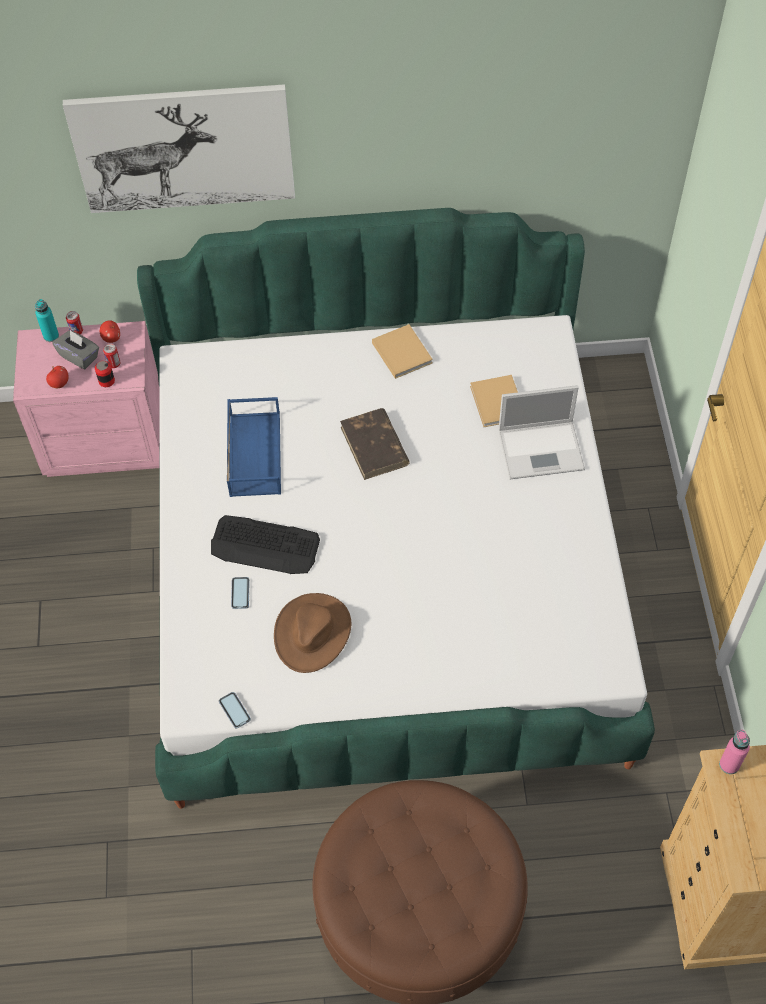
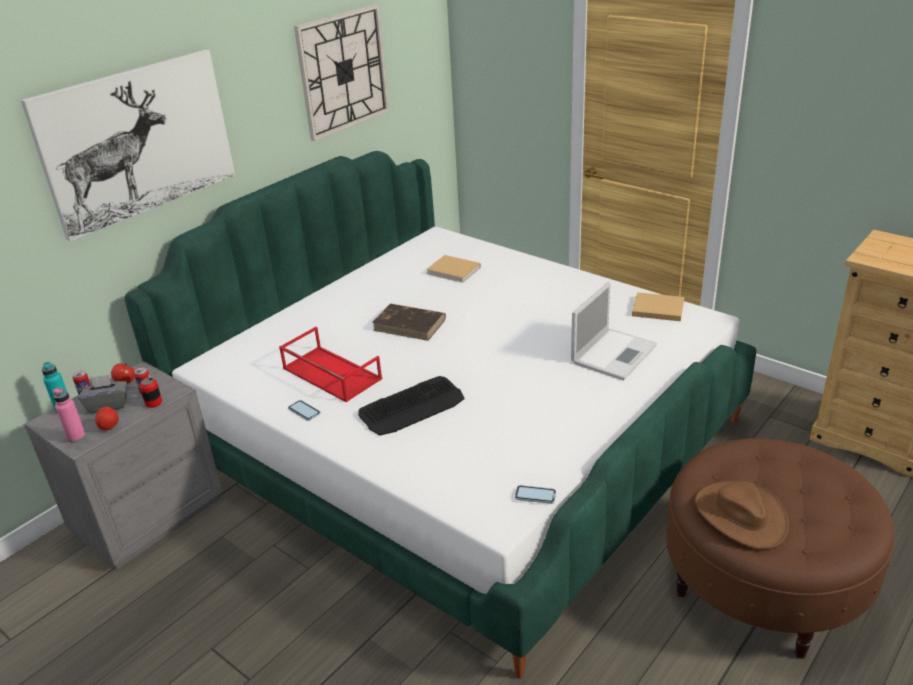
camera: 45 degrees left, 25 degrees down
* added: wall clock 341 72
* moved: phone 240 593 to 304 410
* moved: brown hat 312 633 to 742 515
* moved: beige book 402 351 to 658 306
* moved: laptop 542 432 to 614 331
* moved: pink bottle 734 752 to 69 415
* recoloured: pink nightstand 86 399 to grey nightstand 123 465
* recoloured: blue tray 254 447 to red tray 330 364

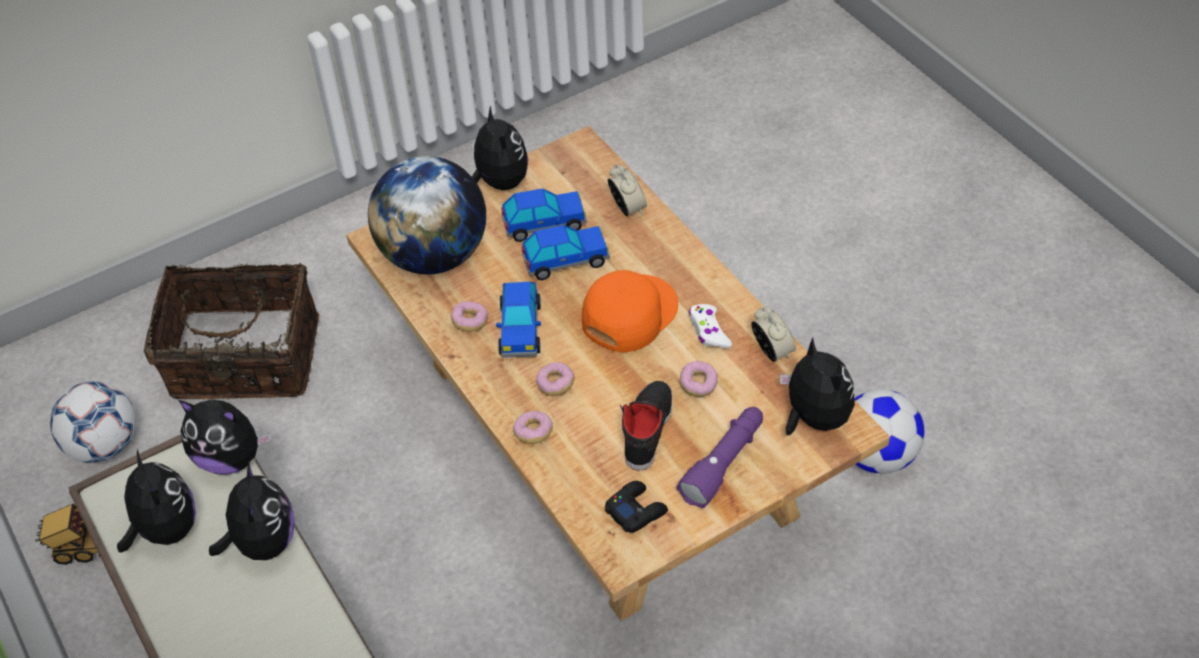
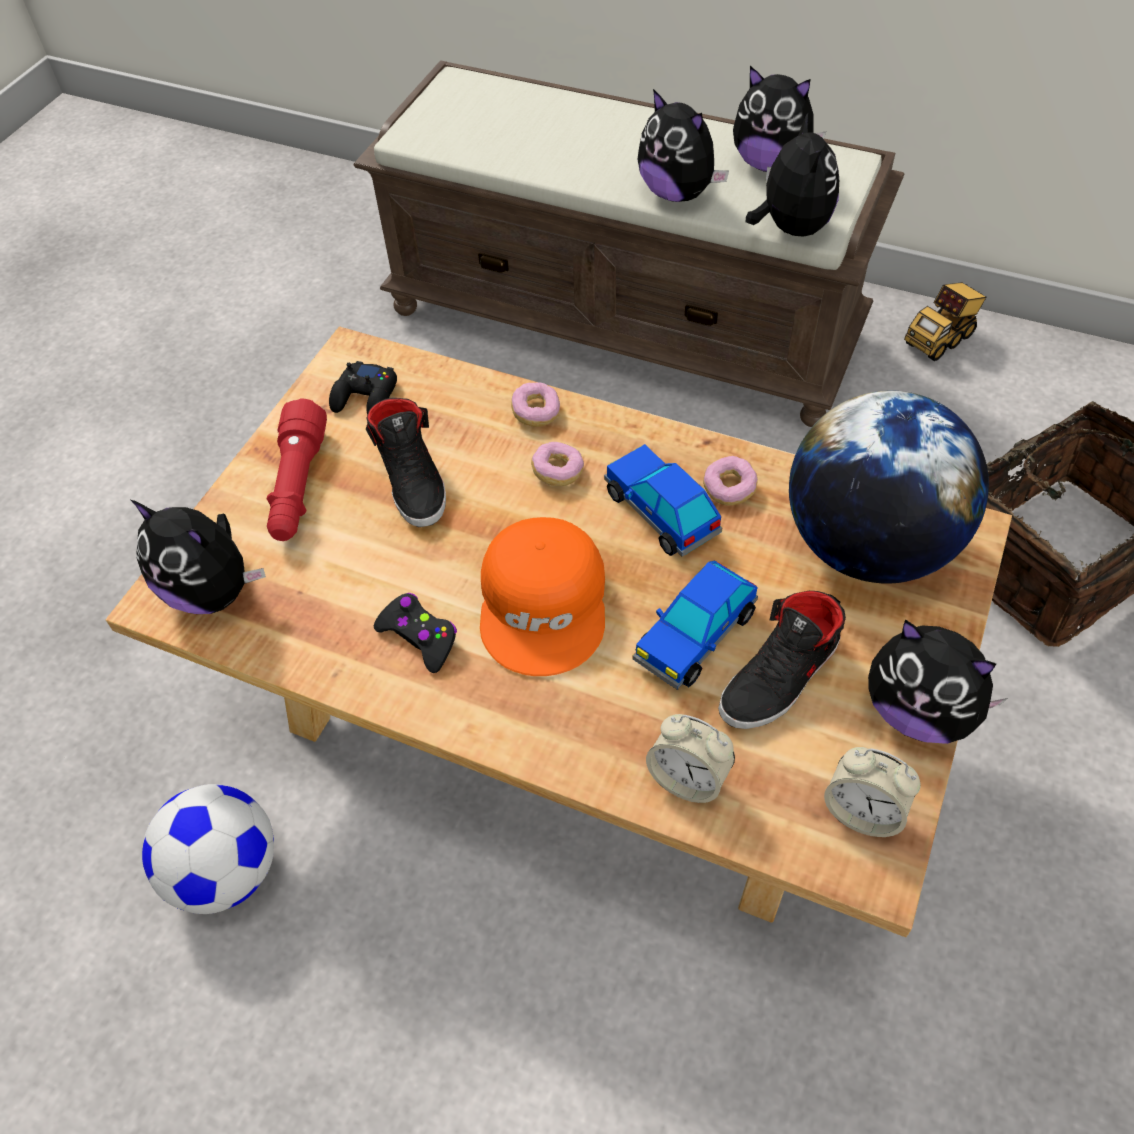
camera: 145 degrees right, 5 degrees up
* removed: football 93 422
* removed: donut 699 379
* moved: alarm clock 773 334 to 872 792
* replaced: toy car 544 215 to black shoe 782 660
* recoloured: purple flashlight 720 457 to red flashlight 297 469
* recoloured: white game controller 710 326 to black game controller 415 633
* turned: plush toy 225 437 = 792 175 105 degrees clockwise

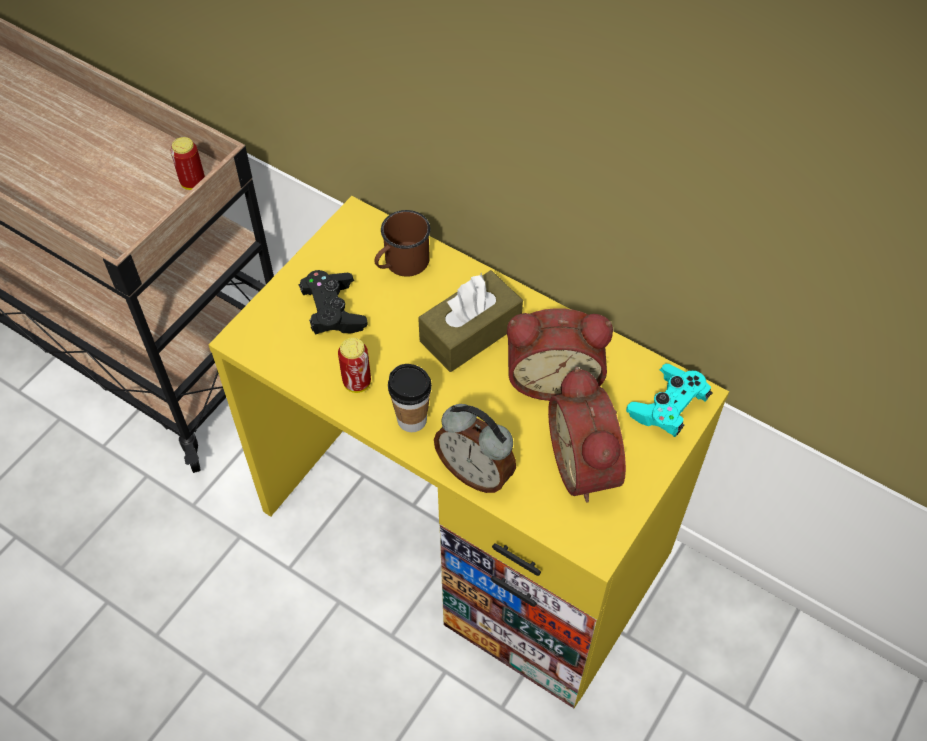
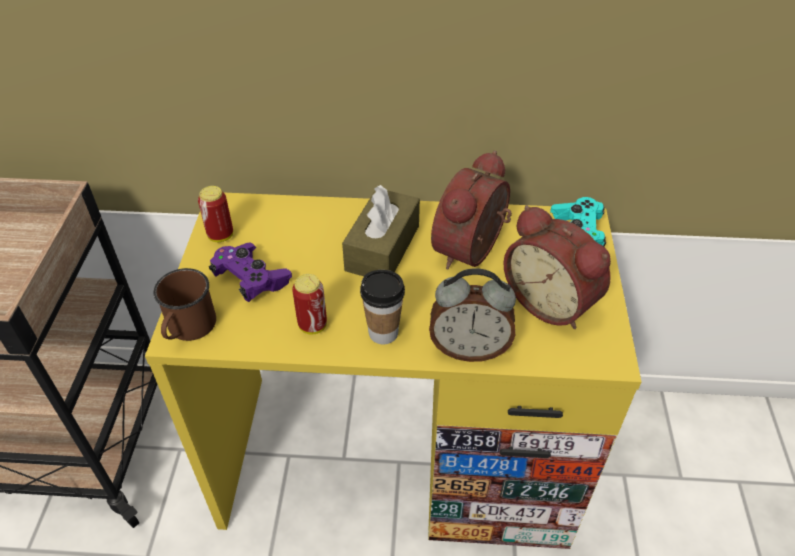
camera: 30 degrees left, 10 degrees down
* moved: can 187 163 to 215 214
* moved: brown mug 402 243 to 184 304
* recoloured: black game controller 333 302 to purple game controller 250 272
* turned: alarm clock 560 354 = 471 209 150 degrees clockwise

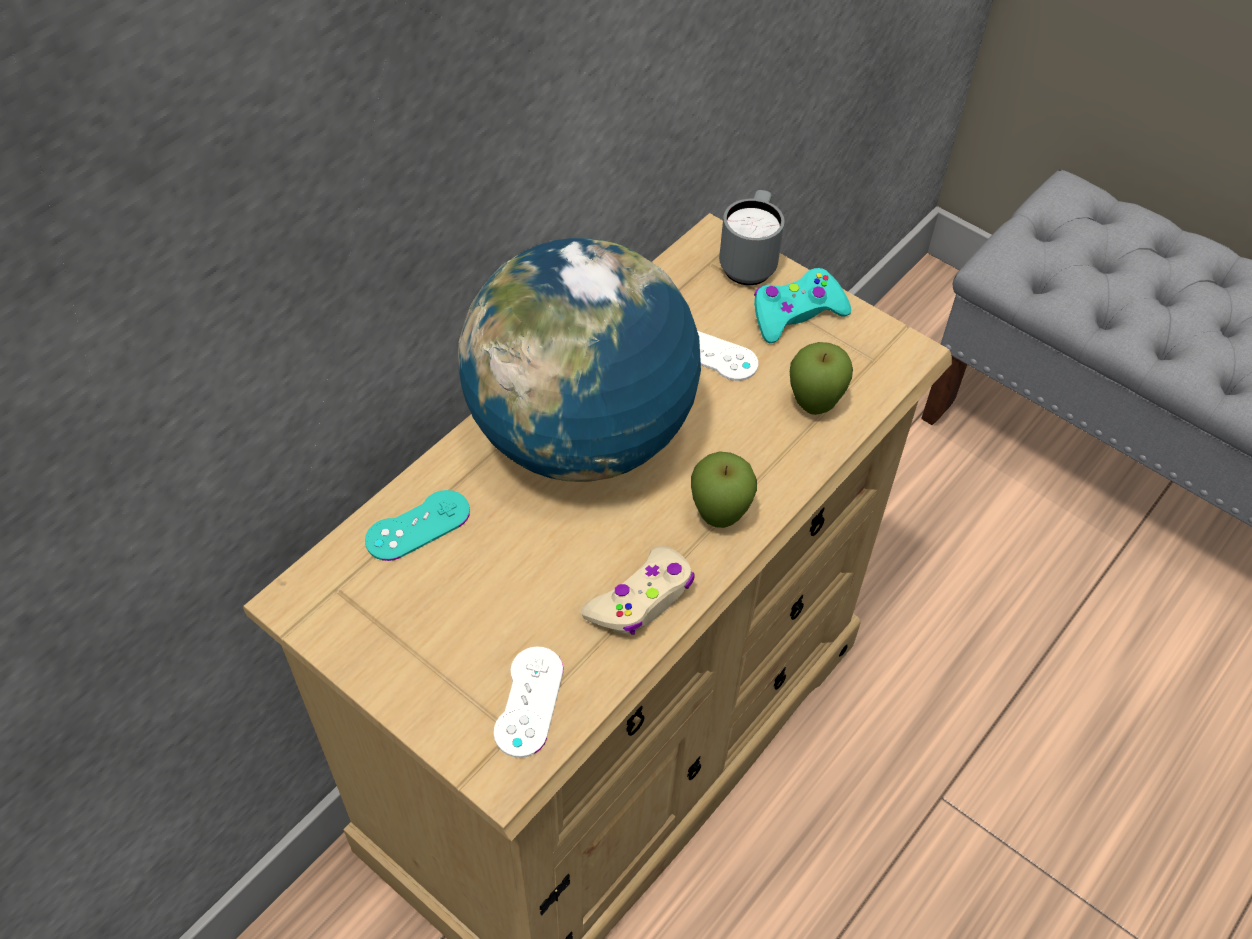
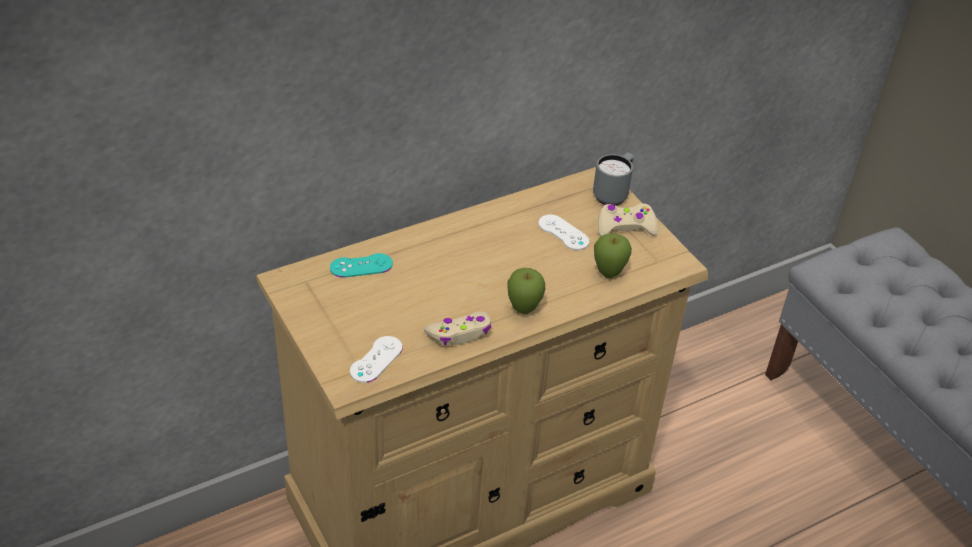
camera: 20 degrees right, 10 degrees down
* removed: globe 579 359
* recoloured: turquoise game controller 802 305 to beige game controller 628 219

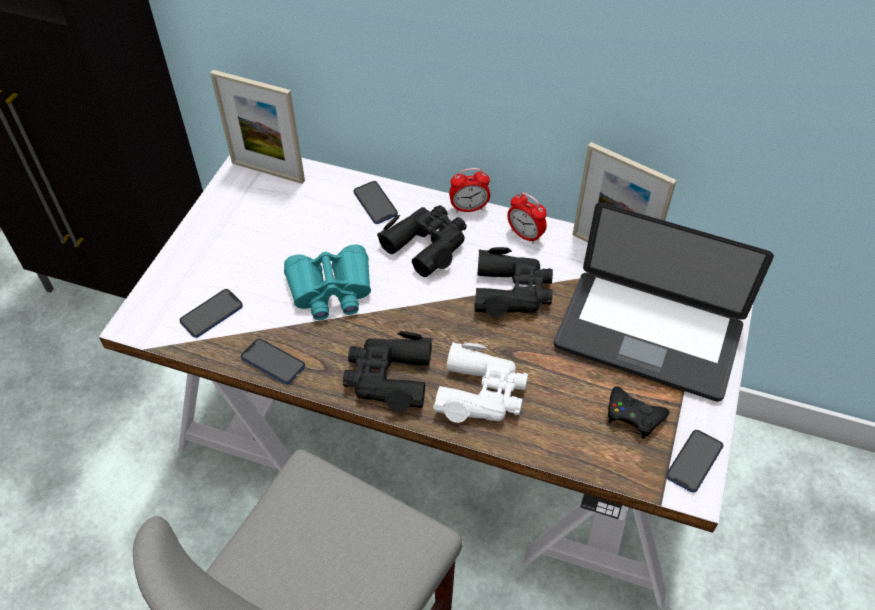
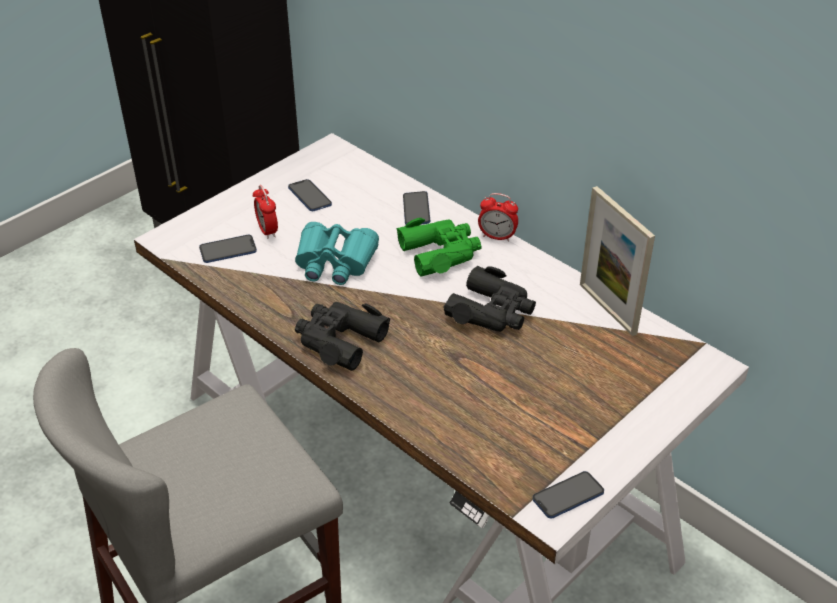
camera: 25 degrees right, 10 degrees down
* removed: picture frame 257 127
* removed: white binoculars 480 382
* removed: laptop 664 302
* removed: black game controller 638 412
* moved: phone 273 361 to 310 195
* moved: alarm clock 527 218 to 265 212
* recoloured: black binoculars 422 241 to green binoculars 439 247

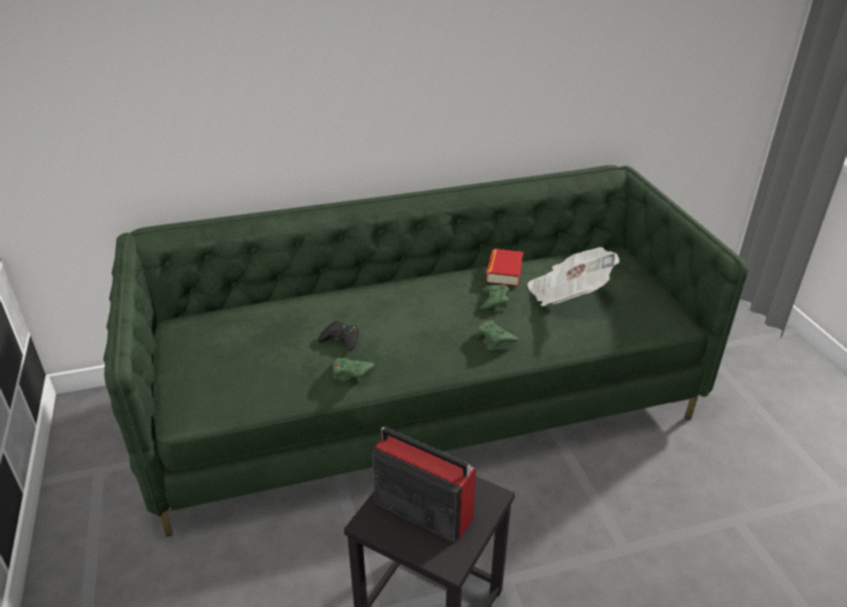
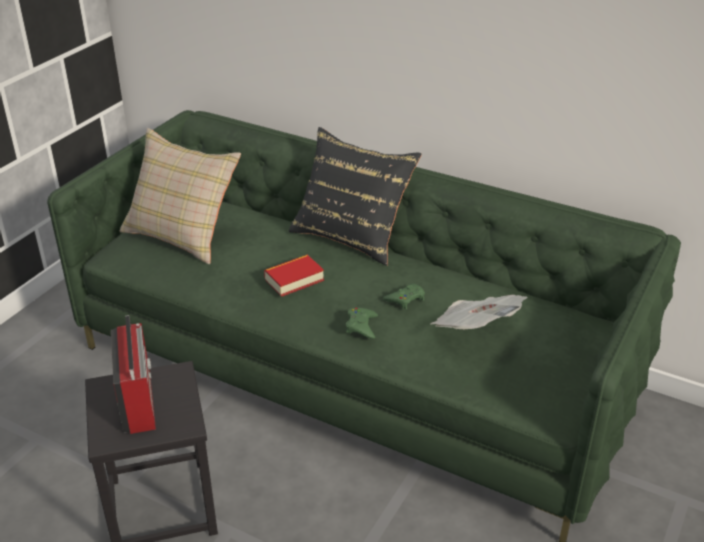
camera: 45 degrees right, 0 degrees up
* removed: black game controller 338 336
* removed: green game controller 354 370
* added: beige pillow 180 196
* added: black pillow 355 196
* moved: book 504 267 to 294 276

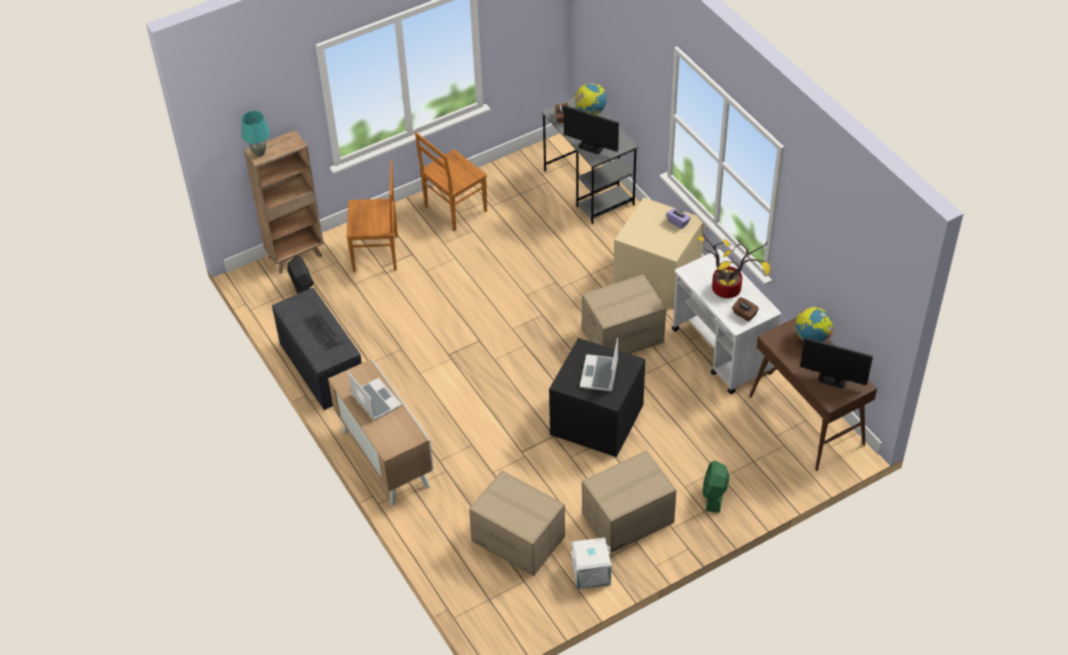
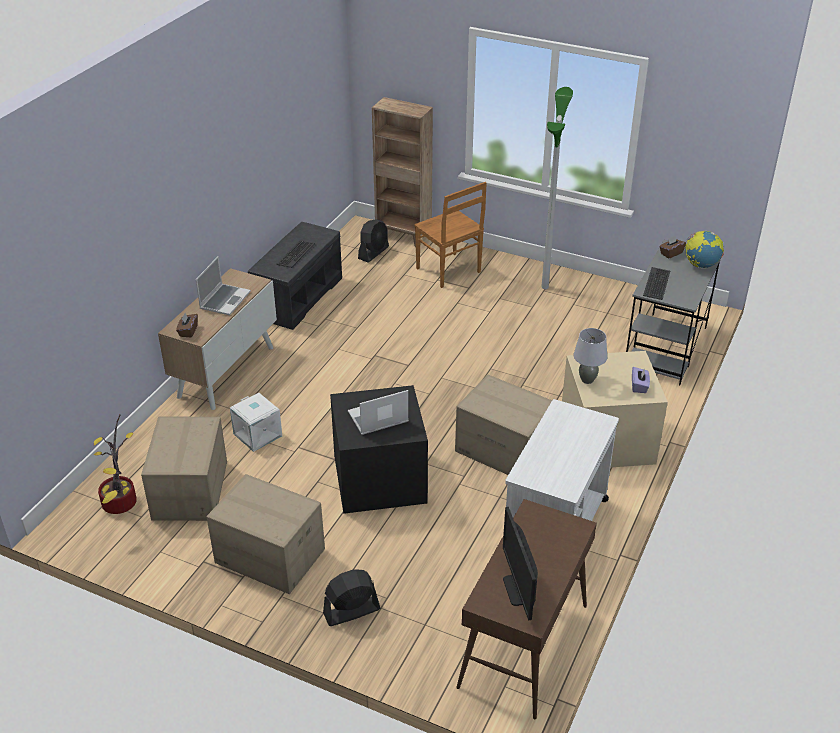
camera: 55 degrees right, 10 degrees down
* removed: turquoise table lamp 255 134
* removed: globe 814 324
* added: grey table lamp 590 356
* moved: white storage box 591 563 to 256 422
* moved: potted plant 734 260 to 115 464
* moved: brown tissue box 745 309 to 187 325
* replaced: brown chair 451 181 to floor lamp 557 188
* replaced: monitor 591 130 to keyboard 656 283
* recoloured: green fan 715 486 to black fan 351 597

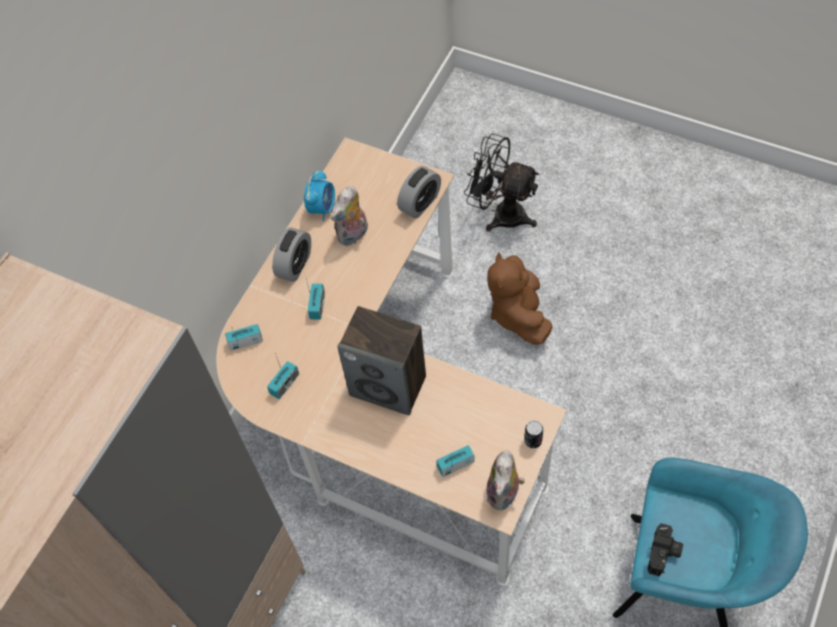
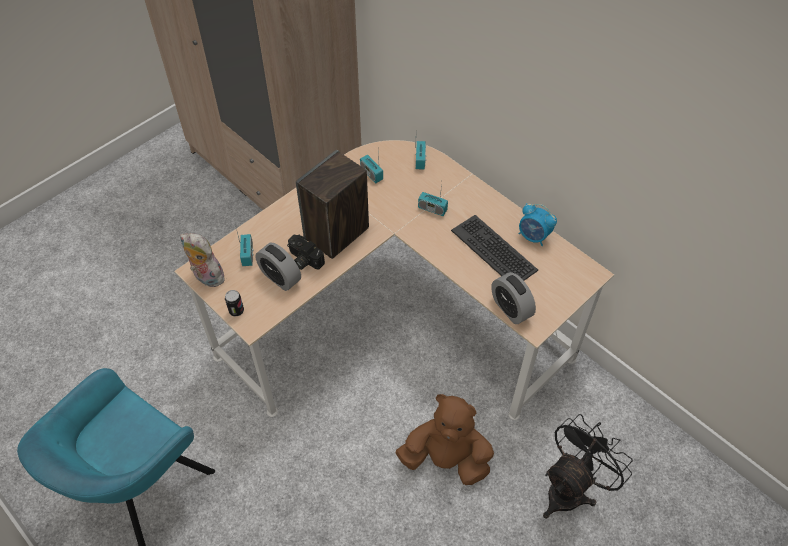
camera: 105 degrees right, 5 degrees down
* moved: alarm clock 291 255 to 278 267
* moved: photo camera 665 549 to 306 252
* replaced: plush toy 349 216 to keyboard 494 247

